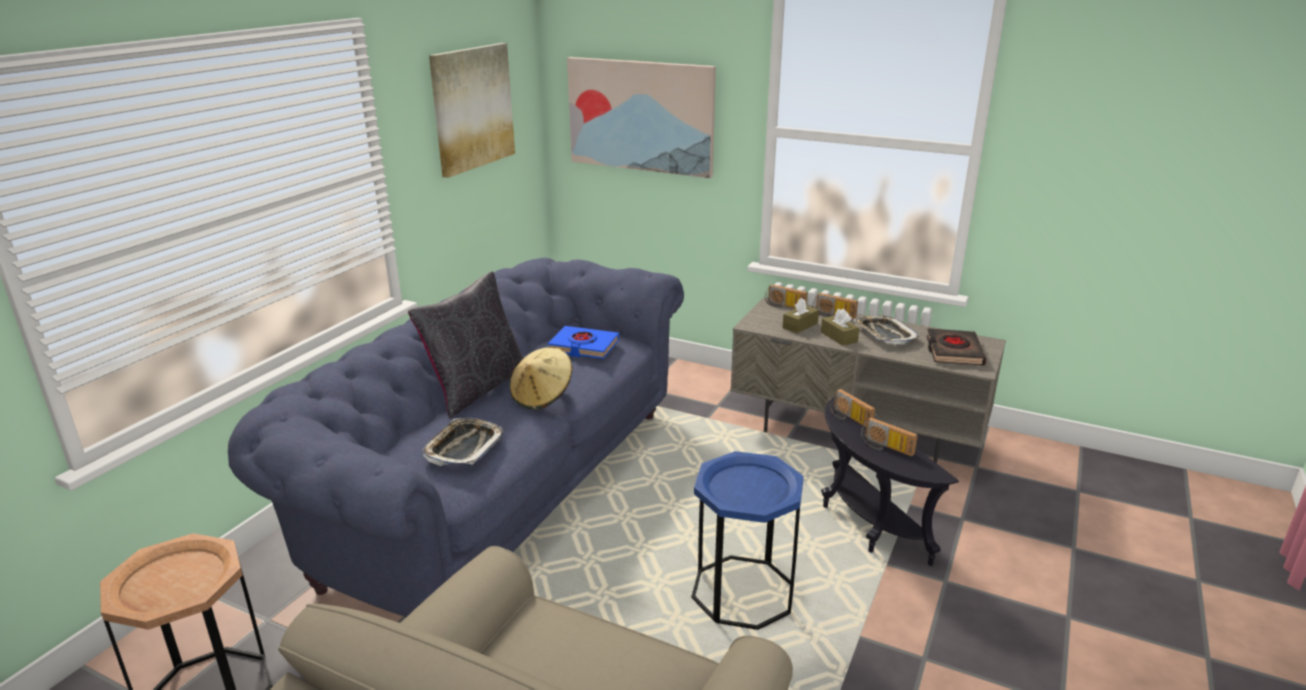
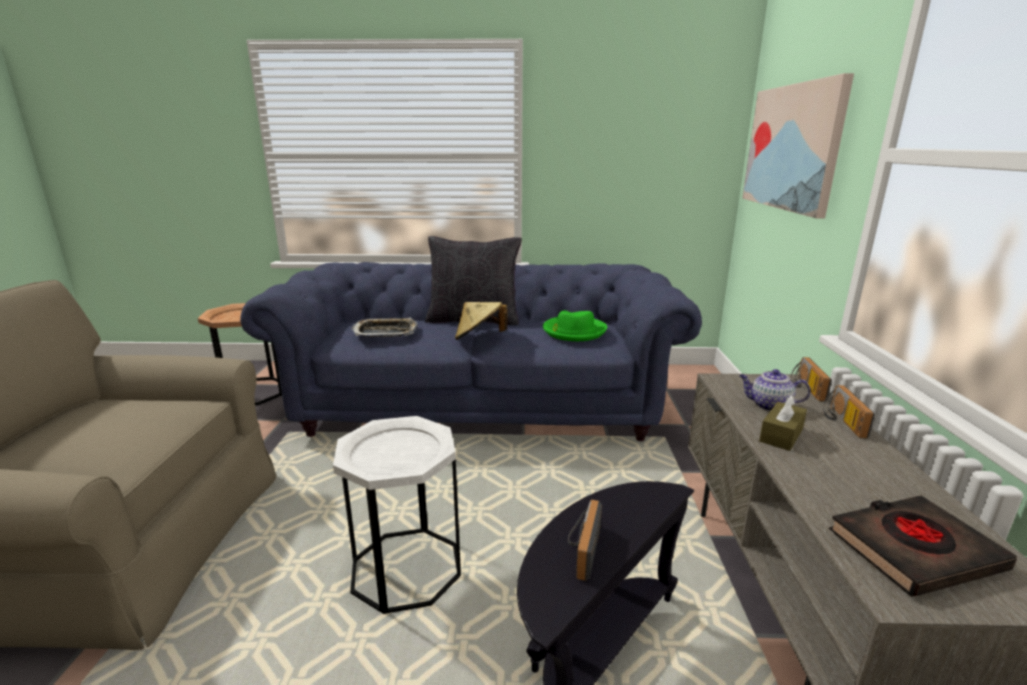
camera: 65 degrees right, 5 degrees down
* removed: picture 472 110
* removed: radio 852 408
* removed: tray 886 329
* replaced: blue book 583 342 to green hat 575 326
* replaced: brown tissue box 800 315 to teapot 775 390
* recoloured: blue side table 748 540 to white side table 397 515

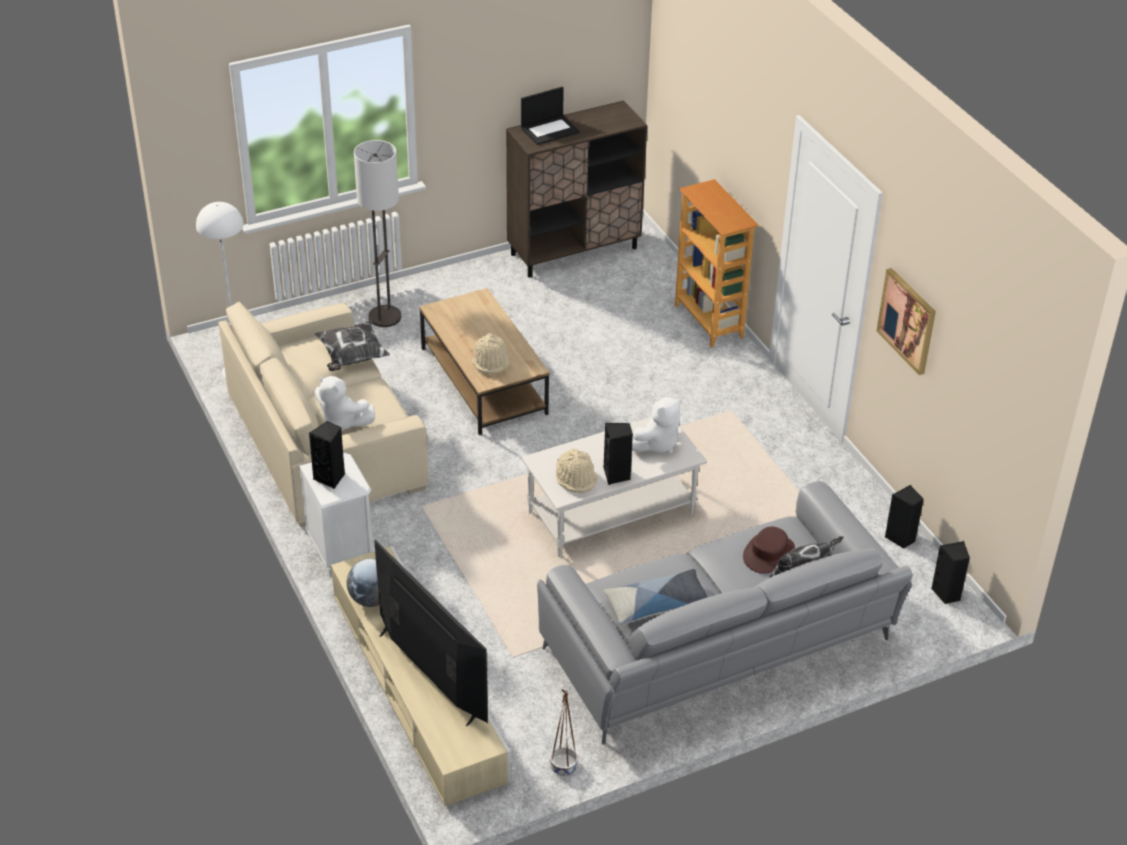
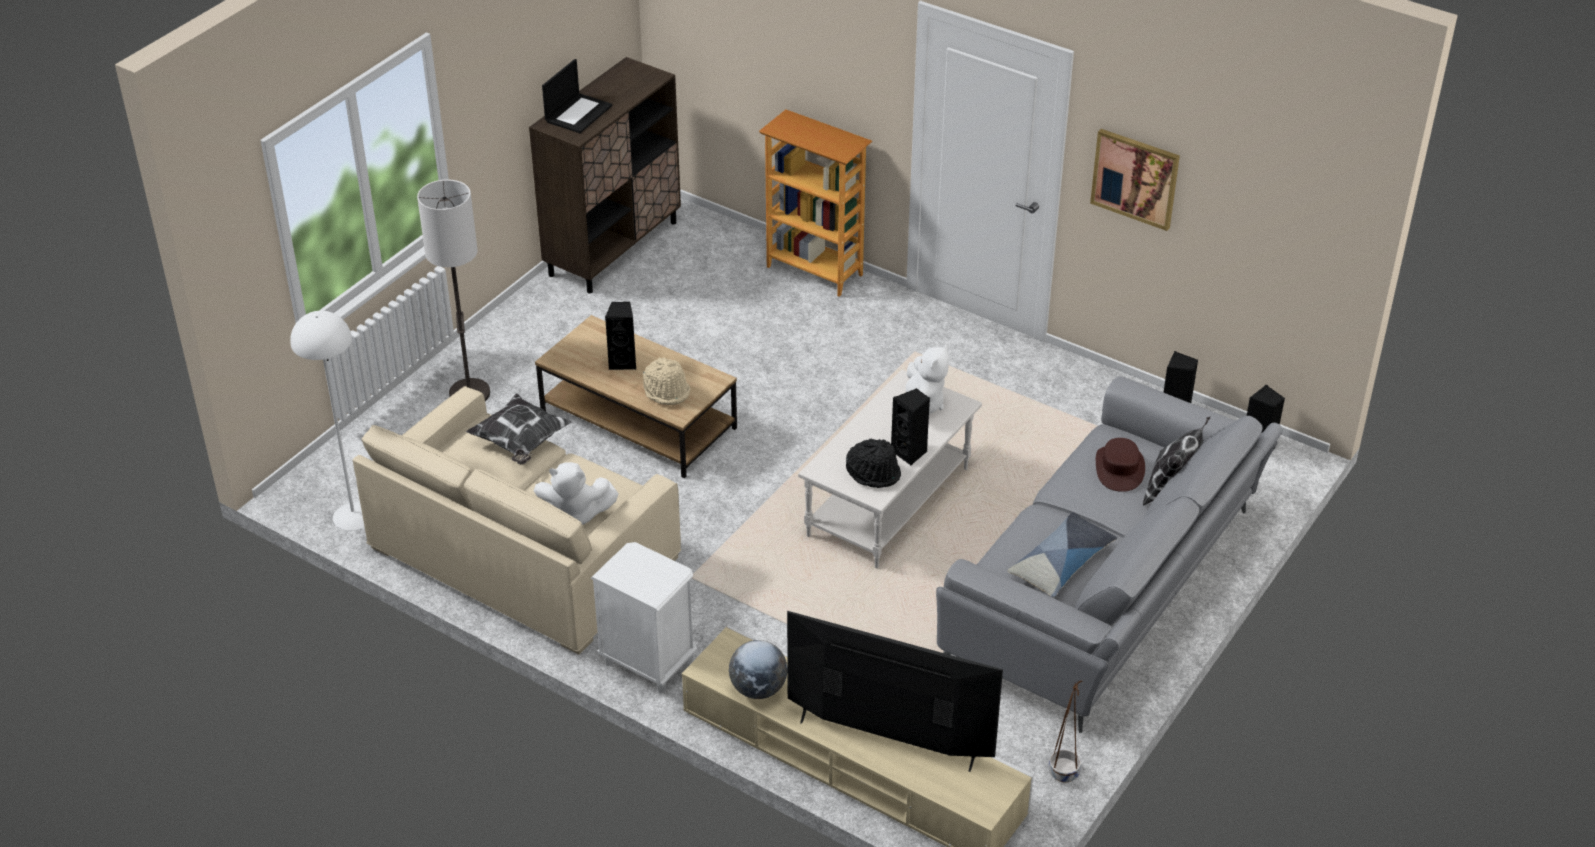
camera: 30 degrees left, 0 degrees up
* moved: black speaker 327 455 to 621 336
* recoloured: beige hat 577 471 to black hat 873 463

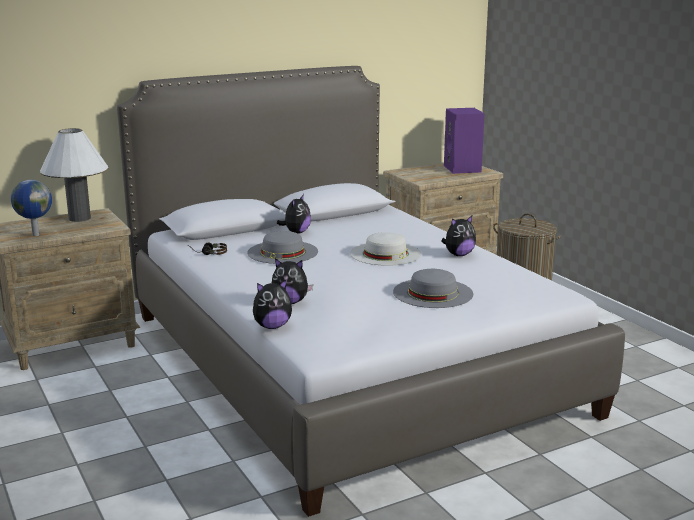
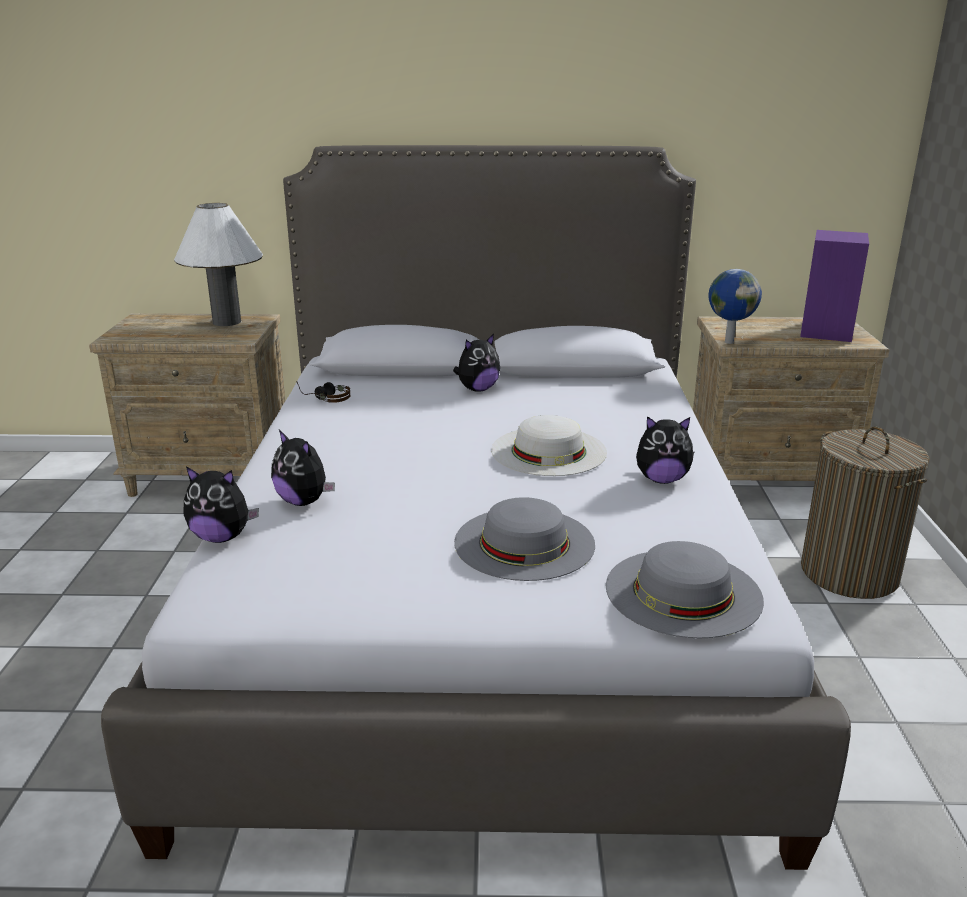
camera: 30 degrees right, 5 degrees up
* moved: globe 31 208 to 735 306
* moved: grey hat 282 247 to 685 589

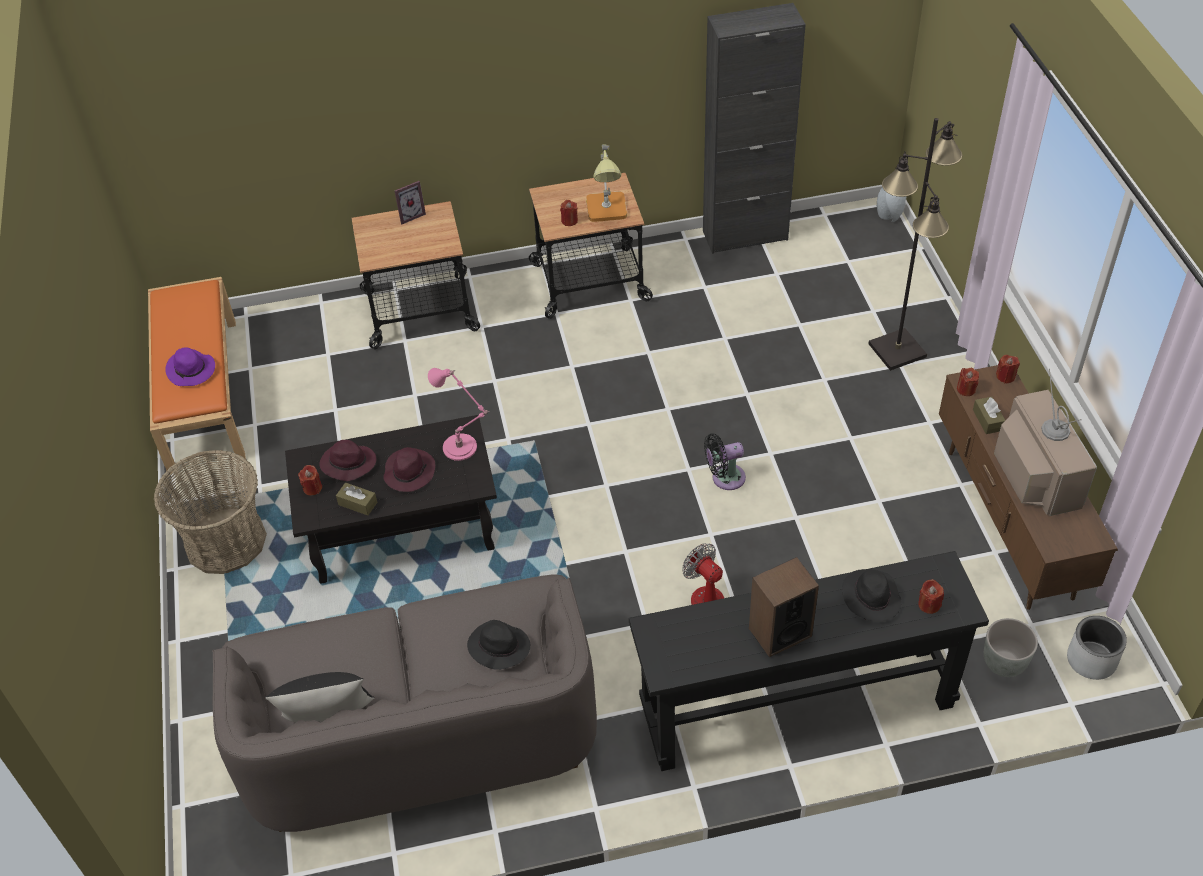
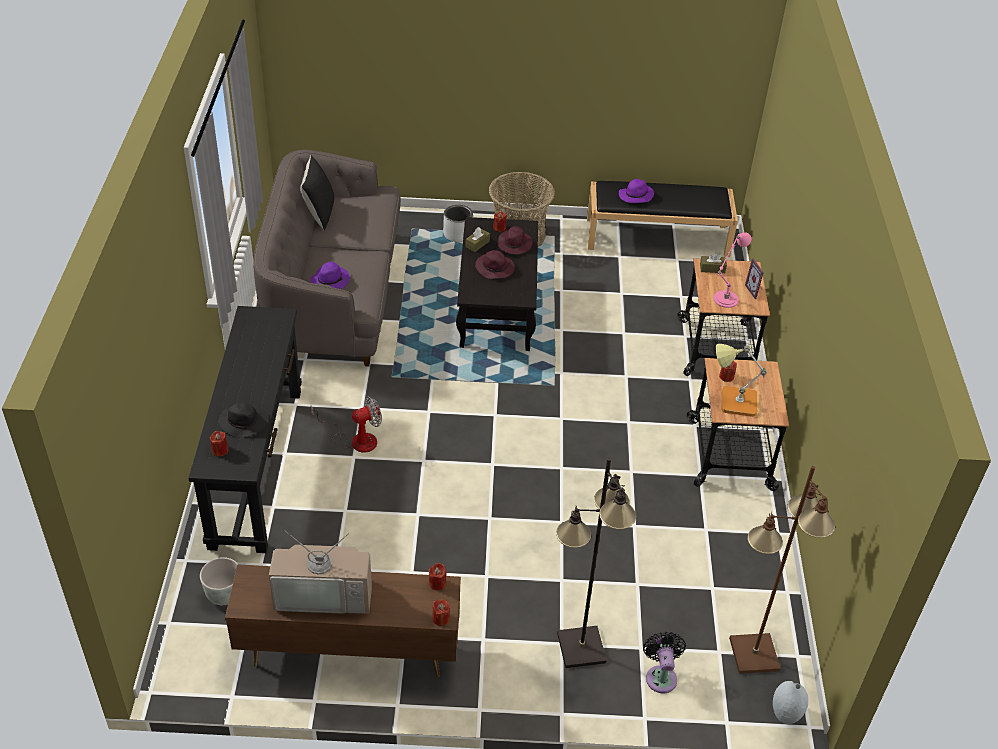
camera: 100 degrees right, 5 degrees down
* removed: black cabinet 754 128
* removed: speaker 784 607
* added: brown floor lamp 782 570
* moved: pink table lamp 458 414 to 732 270
* moved: black fan 725 461 to 664 662
* moved: brown tissue box 989 415 to 713 263
* moved: grey planter 1097 648 to 458 223
* recoloured: orange bench 197 375 to black bench 662 219
* recoloured: black hat 498 645 to purple hat 330 275

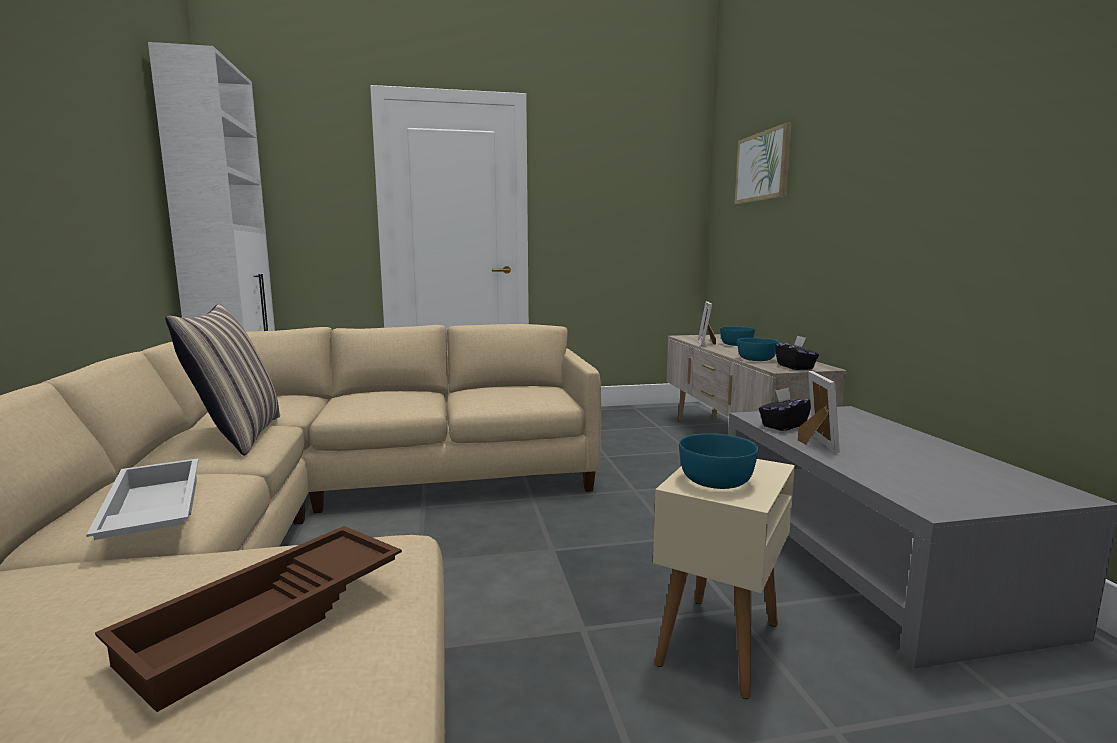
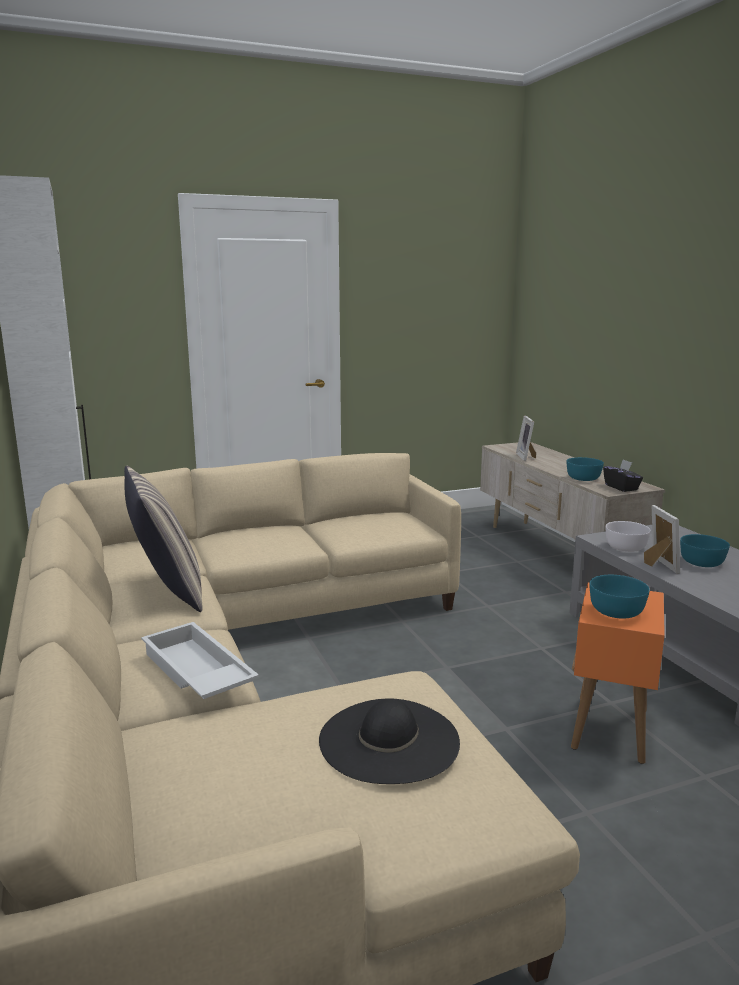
camera: 10 degrees left, 5 degrees up
* removed: picture 763 163
* moved: turquoise bowl 737 336 to 705 550
* replaced: brown tray 248 619 to black hat 389 741
* replaced: black tissue box 785 409 to white bowl 628 536
* recoloured: beige side table 724 579 to orange side table 618 673

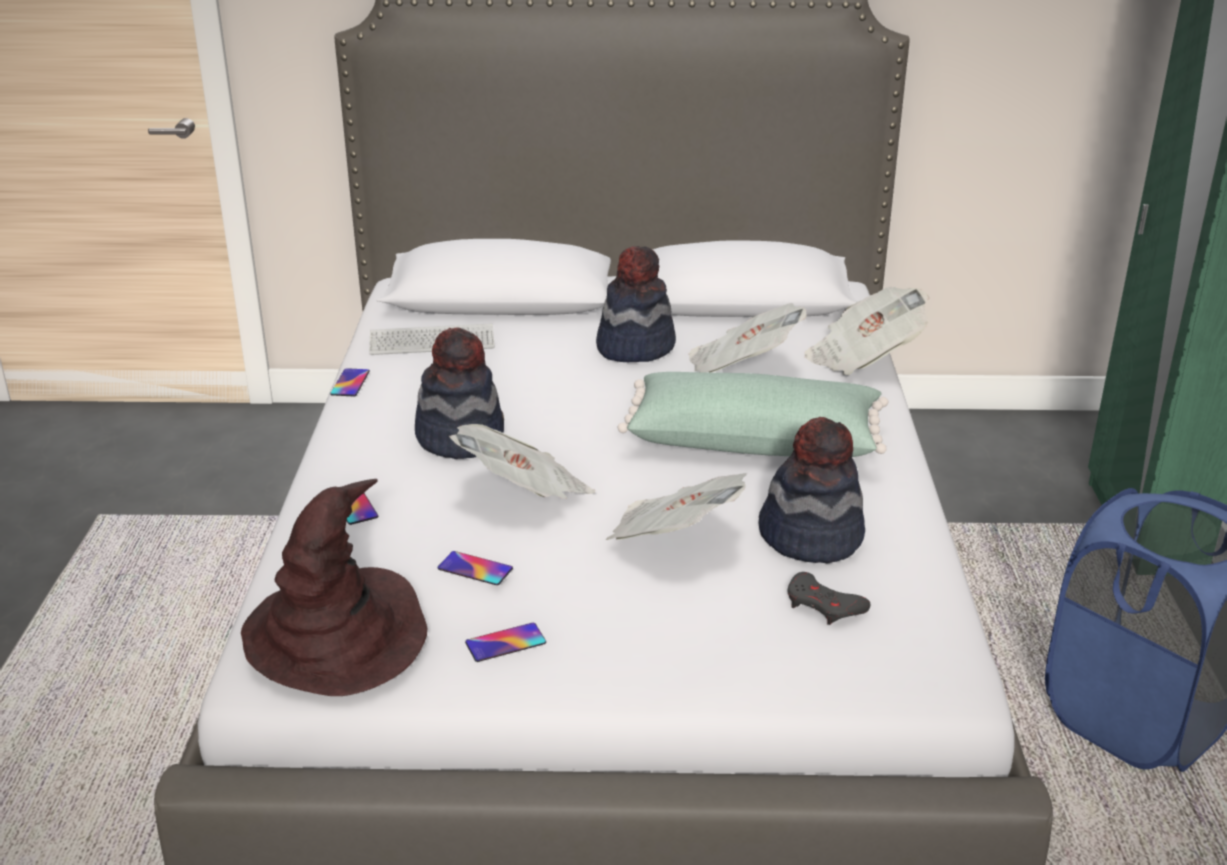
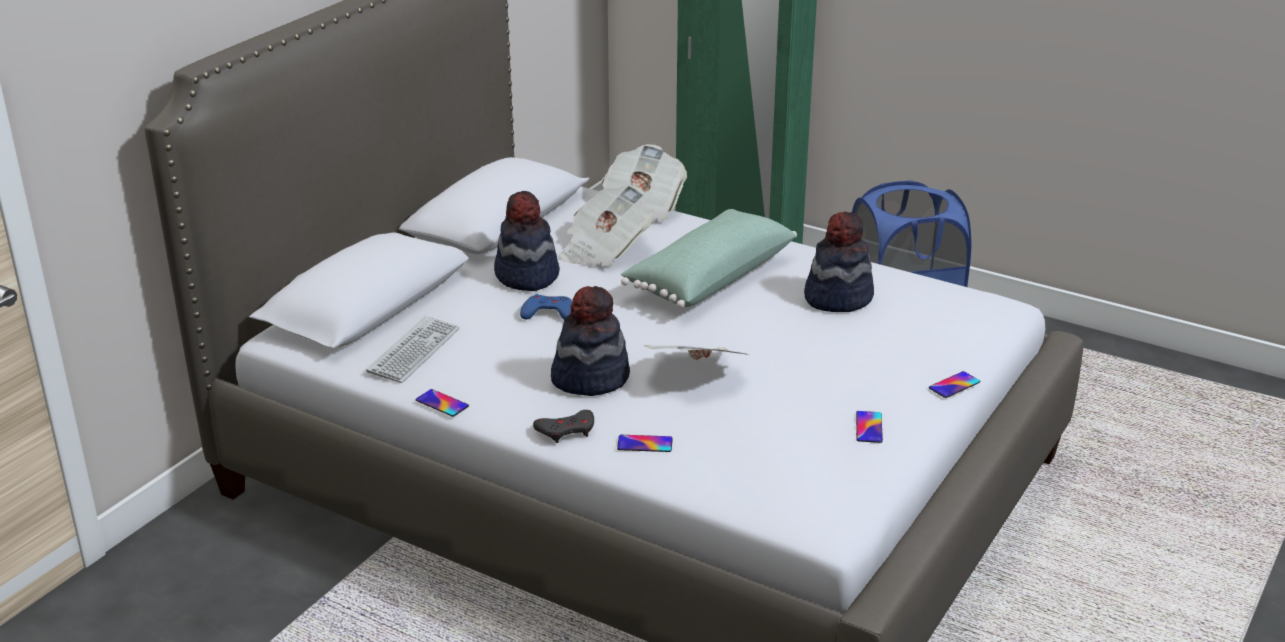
camera: 60 degrees left, 0 degrees up
* removed: brown hat 334 587
* removed: newspaper 676 506
* added: blue game controller 546 307
* moved: phone 475 568 to 954 384
* moved: grey game controller 829 598 to 563 426

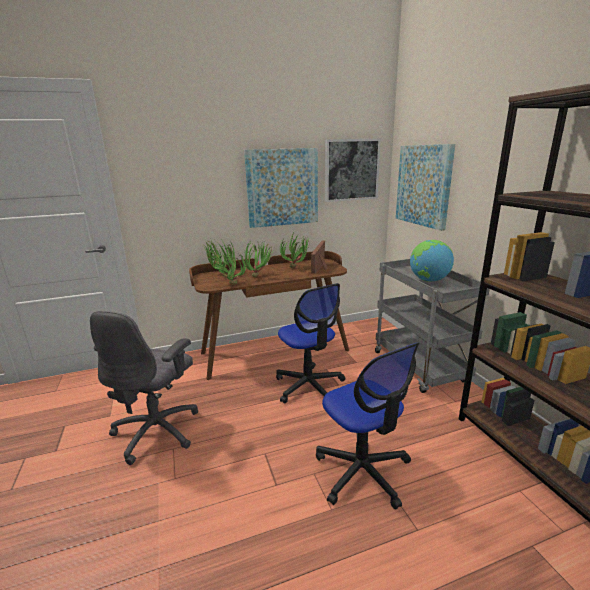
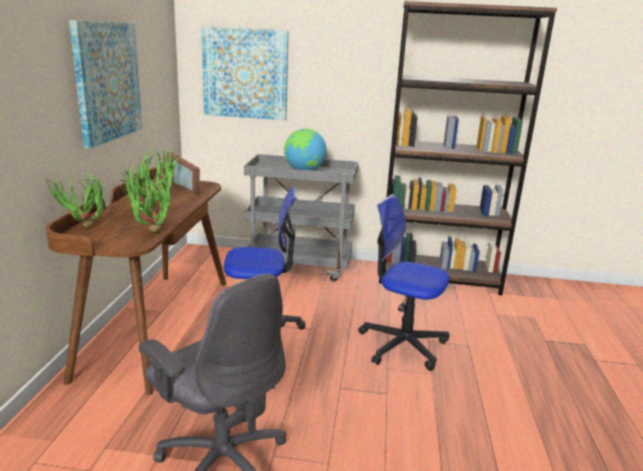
camera: 65 degrees left, 0 degrees up
* removed: picture 353 170
* turned: office chair 368 426 = 404 282 150 degrees counterclockwise

